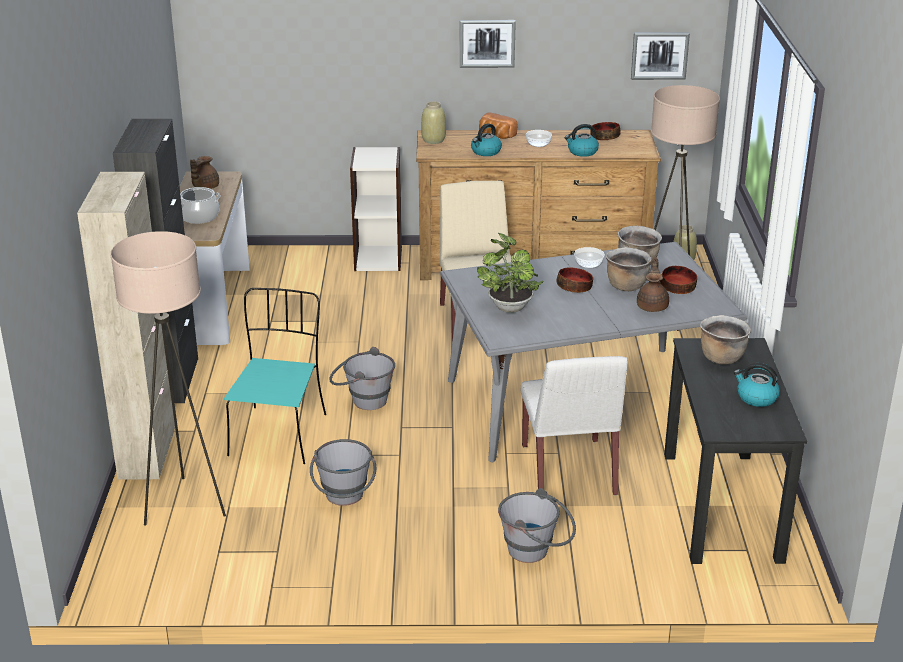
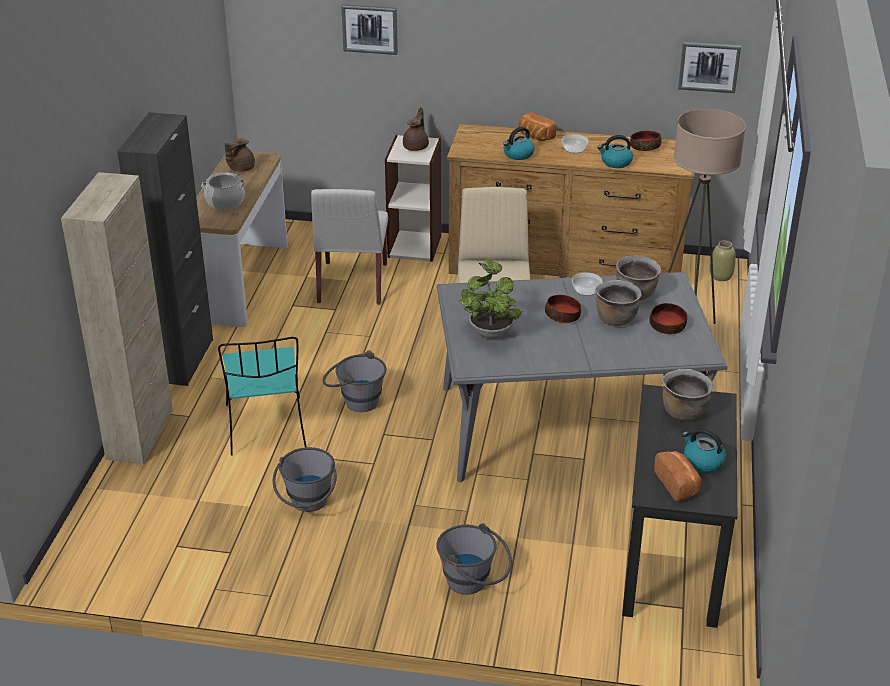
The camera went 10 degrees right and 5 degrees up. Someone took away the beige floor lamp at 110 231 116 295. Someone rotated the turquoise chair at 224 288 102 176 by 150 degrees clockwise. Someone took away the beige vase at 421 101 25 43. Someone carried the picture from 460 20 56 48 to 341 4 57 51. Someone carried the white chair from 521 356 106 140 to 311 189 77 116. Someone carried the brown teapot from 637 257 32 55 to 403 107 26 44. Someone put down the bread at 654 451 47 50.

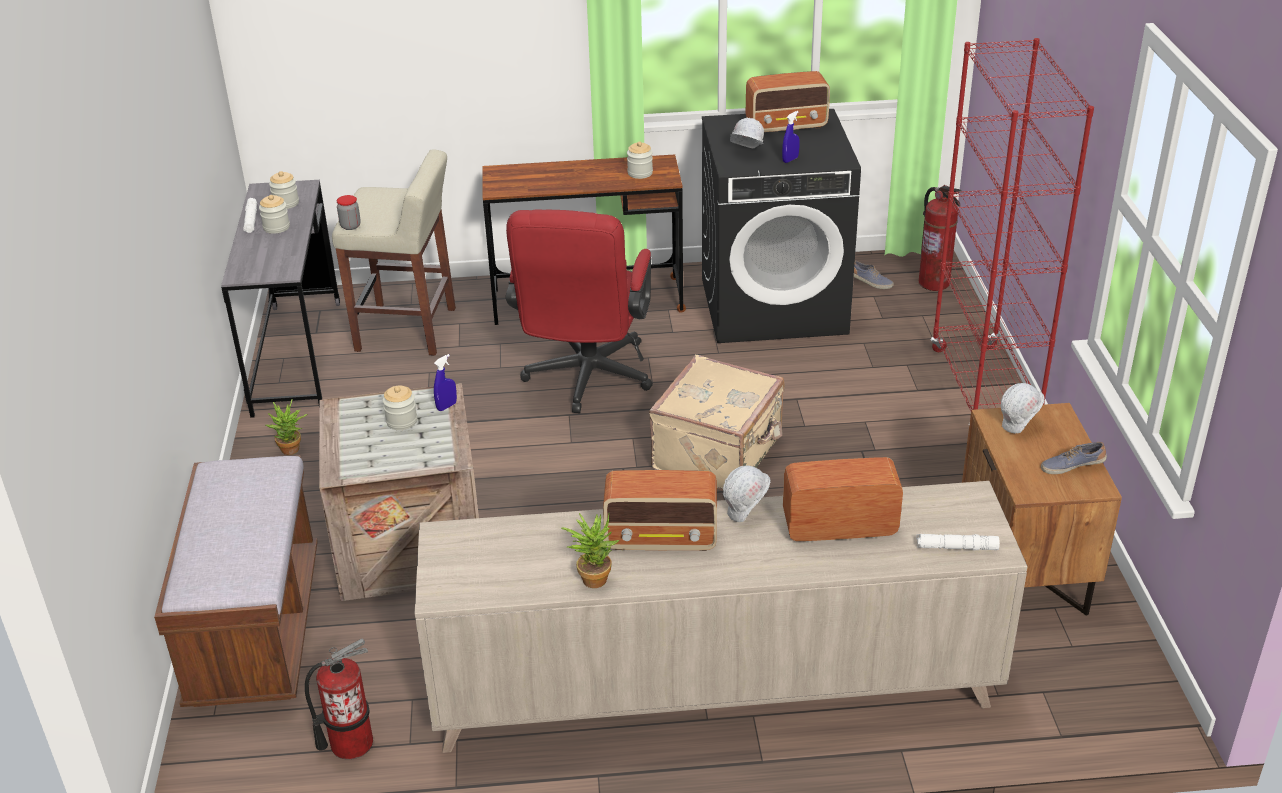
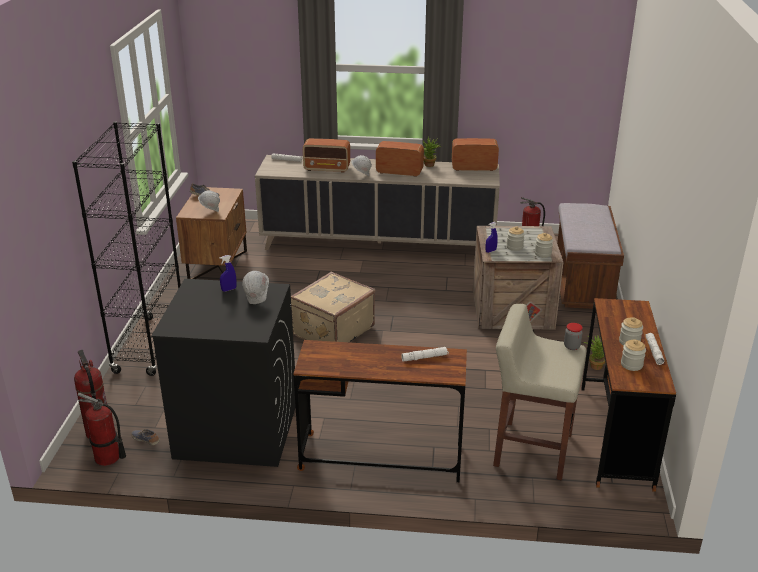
The camera went 170 degrees left and 5 degrees down. Someone repainted the grey desk at 221 180 119 238, which became the brown desk at 581 298 95 194. Someone took away the red office chair at 506 210 147 203. Someone carried the jar from 627 141 26 38 to 535 233 18 24. Someone carried the radio from 746 71 84 61 to 452 138 47 33. Someone repainted the red bookcase at 930 38 164 386, which became the black bookcase at 72 121 109 255. Someone put down the fire extinguisher at 78 393 48 73. Someone put down the white flashlight at 401 347 48 15.

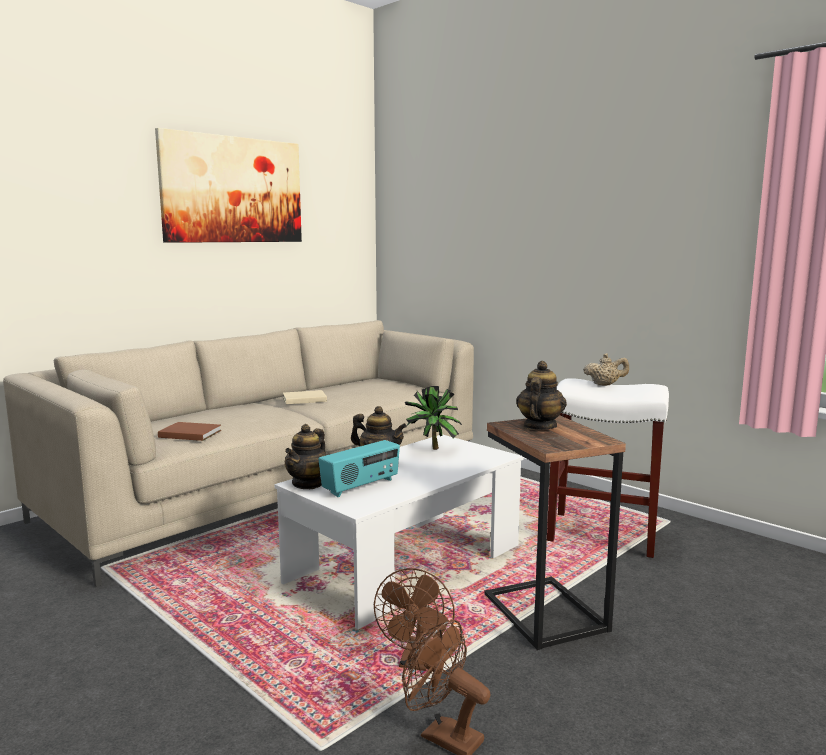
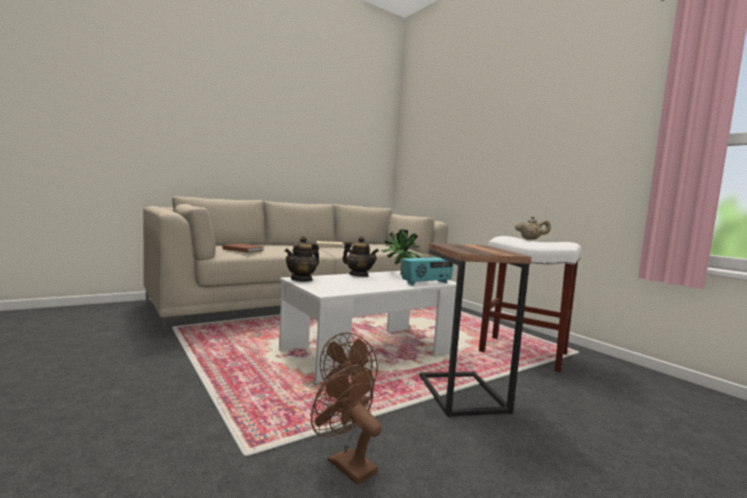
The camera went 10 degrees right and 5 degrees down. Someone took away the picture at 155 128 147 115. Someone carried the radio from 318 440 82 57 to 402 257 52 29. Someone took away the teapot at 516 361 51 69.

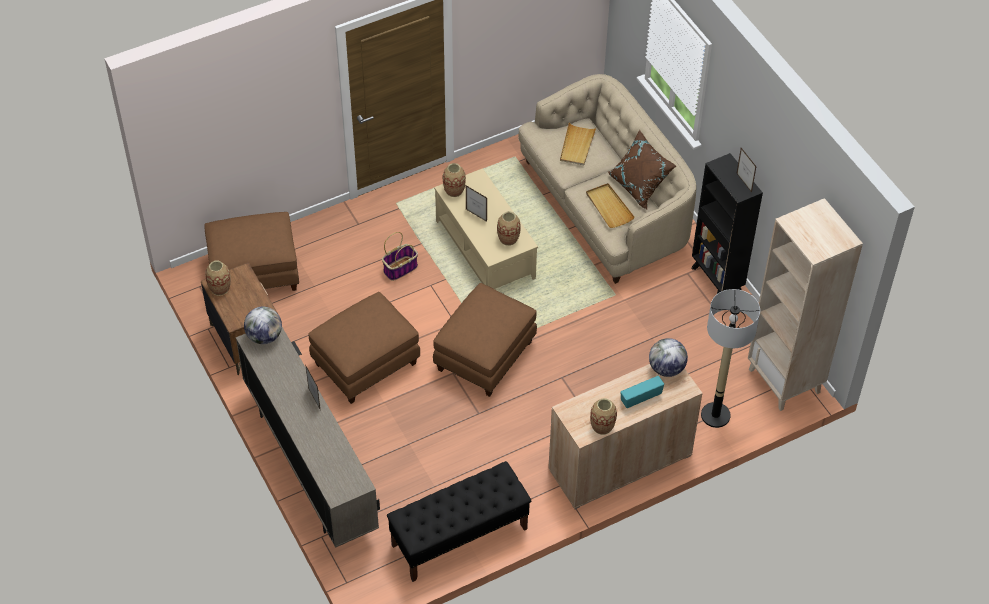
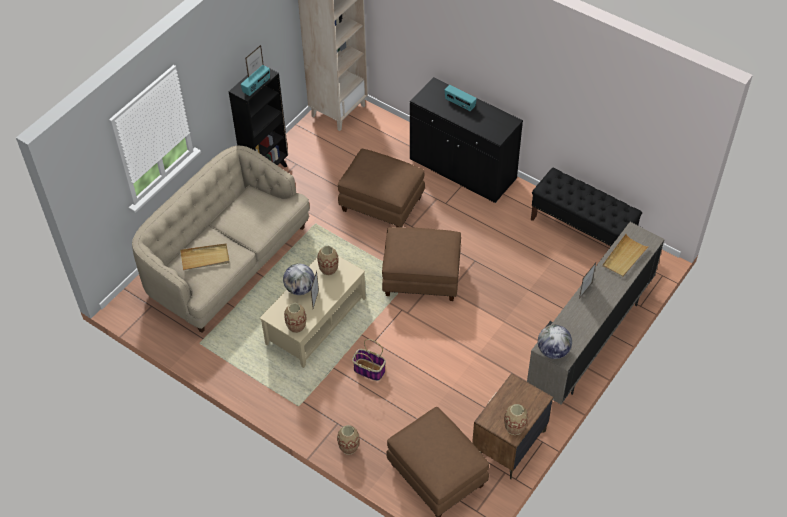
The camera went 115 degrees left and 0 degrees up. Someone carried the brown ottoman from 308 292 112 112 to 338 149 87 78. Someone repainted the beige cabinet at 548 364 155 145, which became the black cabinet at 410 77 113 126. Someone carried the beige tray from 586 183 49 45 to 602 234 47 44. Someone carried the vase from 590 398 27 37 to 337 425 23 29. Someone took away the brown pillow at 608 129 68 80. Someone carried the globe from 649 338 39 39 to 283 264 32 31. Someone took away the floor lamp at 701 289 59 139. Someone put down the radio at 241 65 29 31.

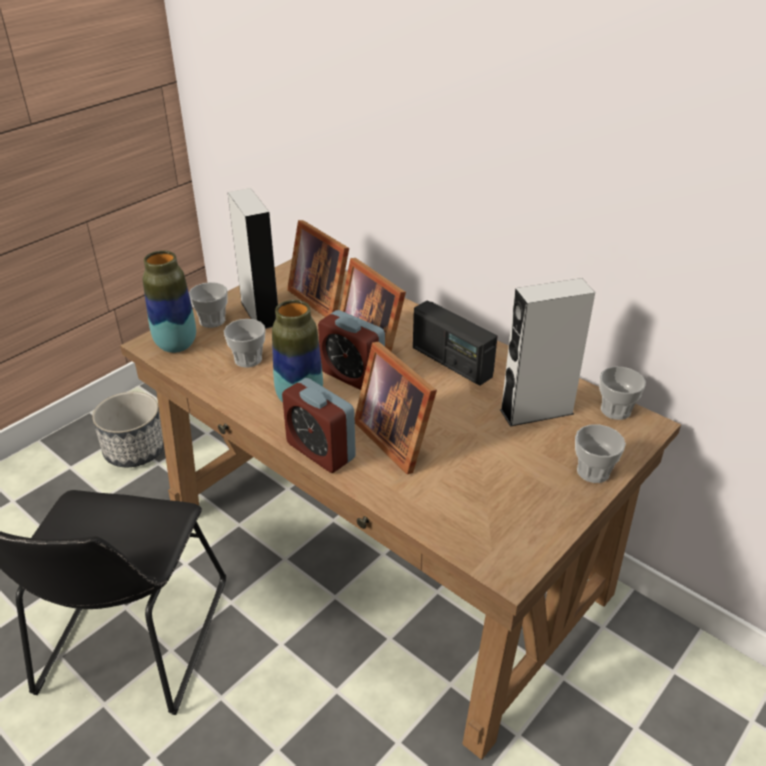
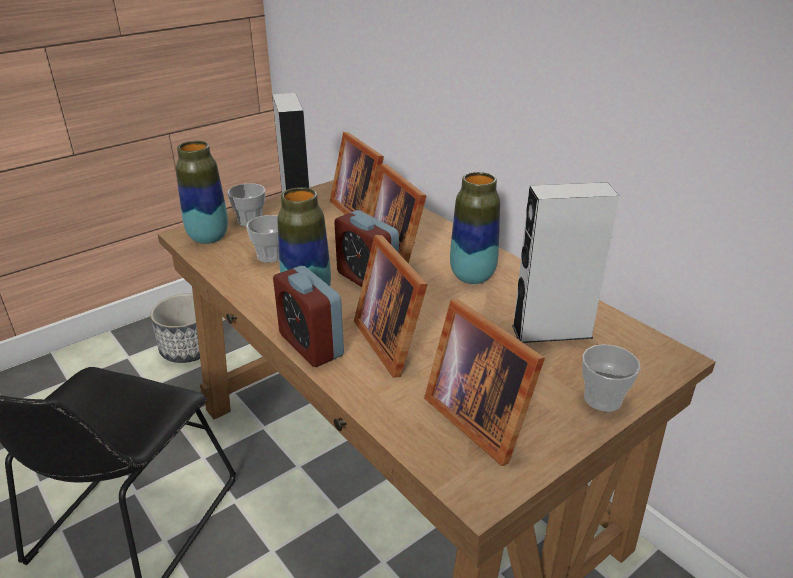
The camera went 10 degrees right and 5 degrees down. Someone swapped the radio at 413 300 84 86 for the vase at 450 172 50 112. Someone took away the cup at 599 367 47 53. Someone put down the picture frame at 424 299 121 167.

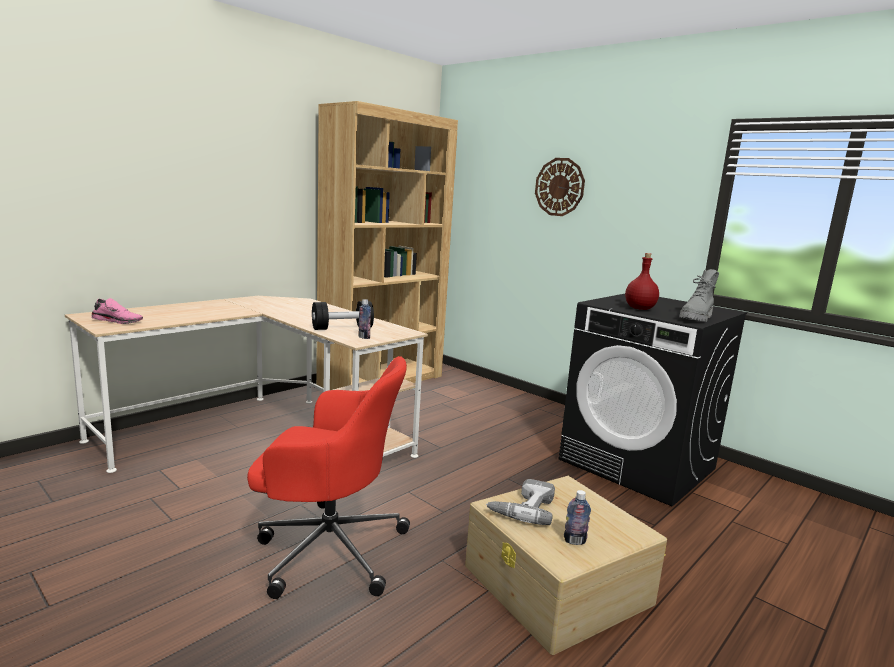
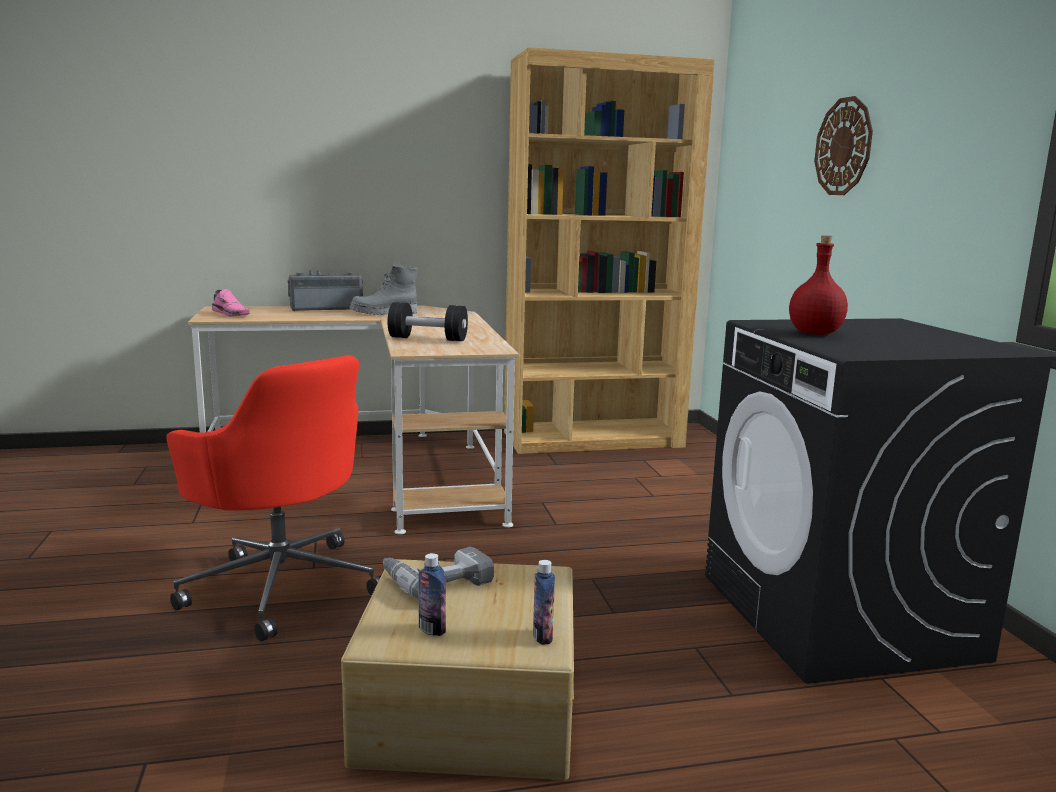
The camera went 35 degrees right and 0 degrees up. Someone carried the bottle from 358 299 13 40 to 533 560 22 85. Someone carried the grey boot from 679 269 40 53 to 349 264 69 51. Someone put down the radio at 288 270 75 41.

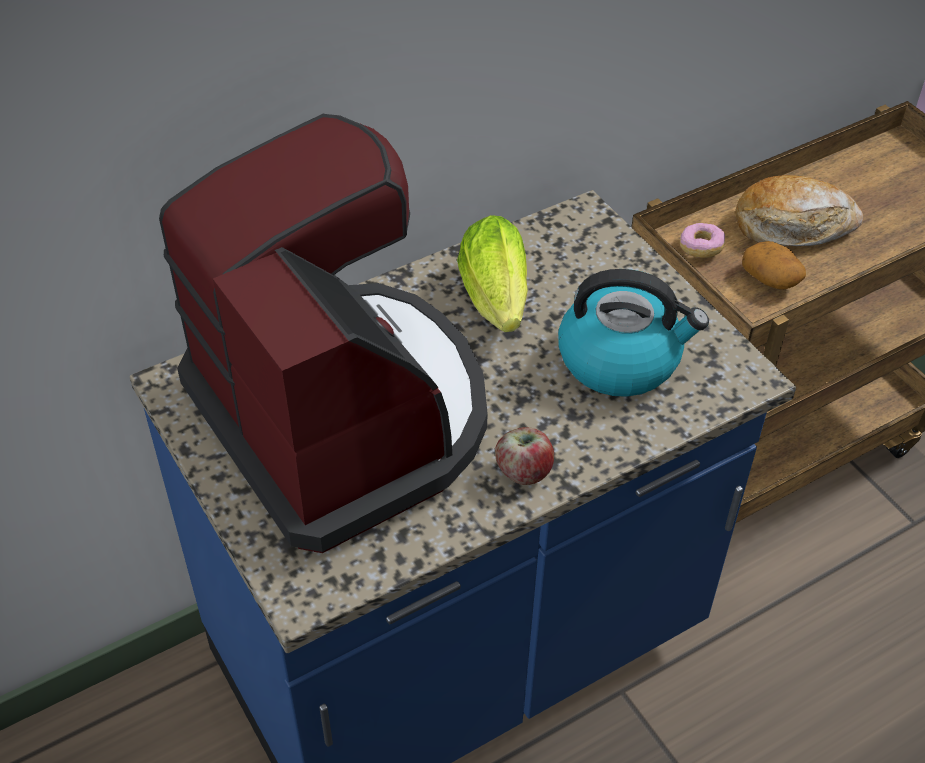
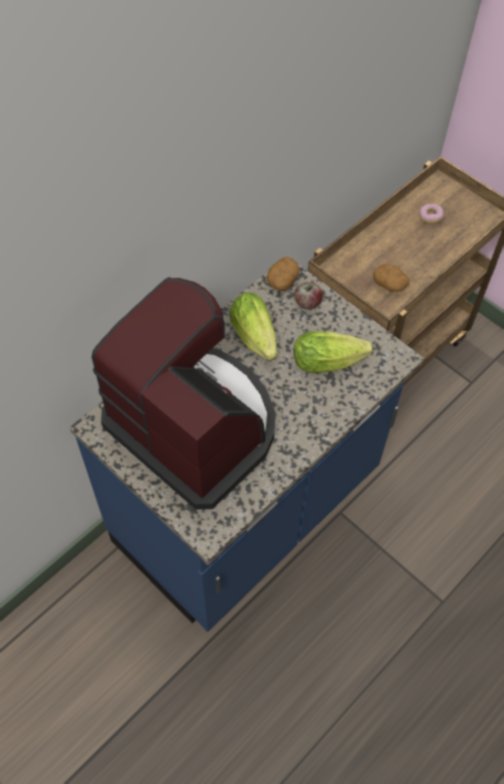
The camera went 15 degrees left and 10 degrees up. Someone carried the apple from 495 427 59 58 to 294 282 29 28. Someone swapped the kettle at 558 269 151 128 for the lettuce at 294 331 79 42. Someone carried the donut from 680 223 45 35 to 419 204 25 20. Someone took away the bread at 735 175 128 71. Someone put down the potato at 267 257 33 34.

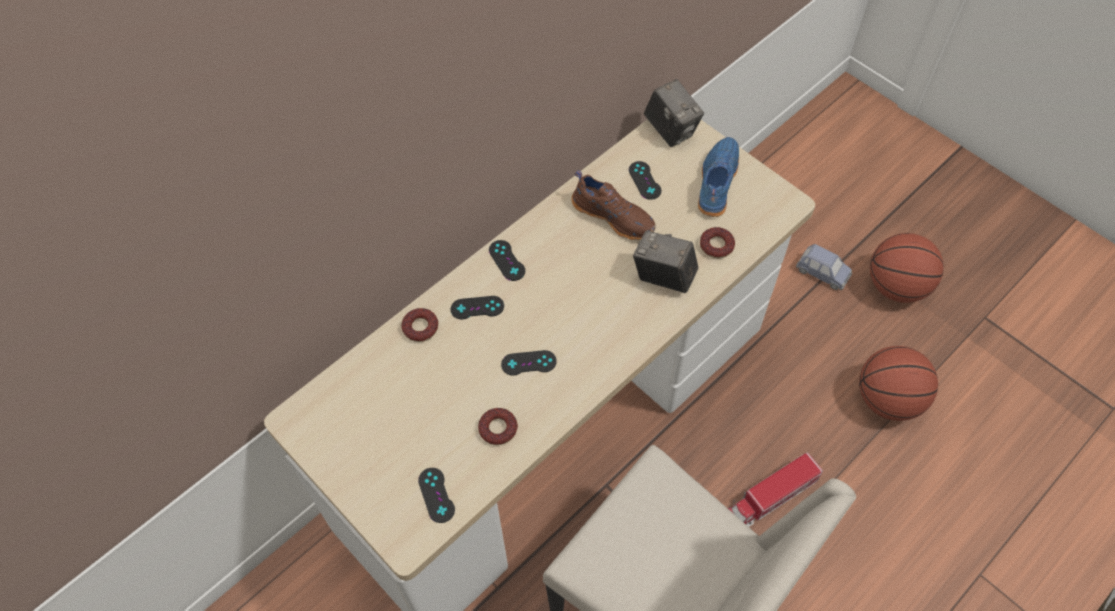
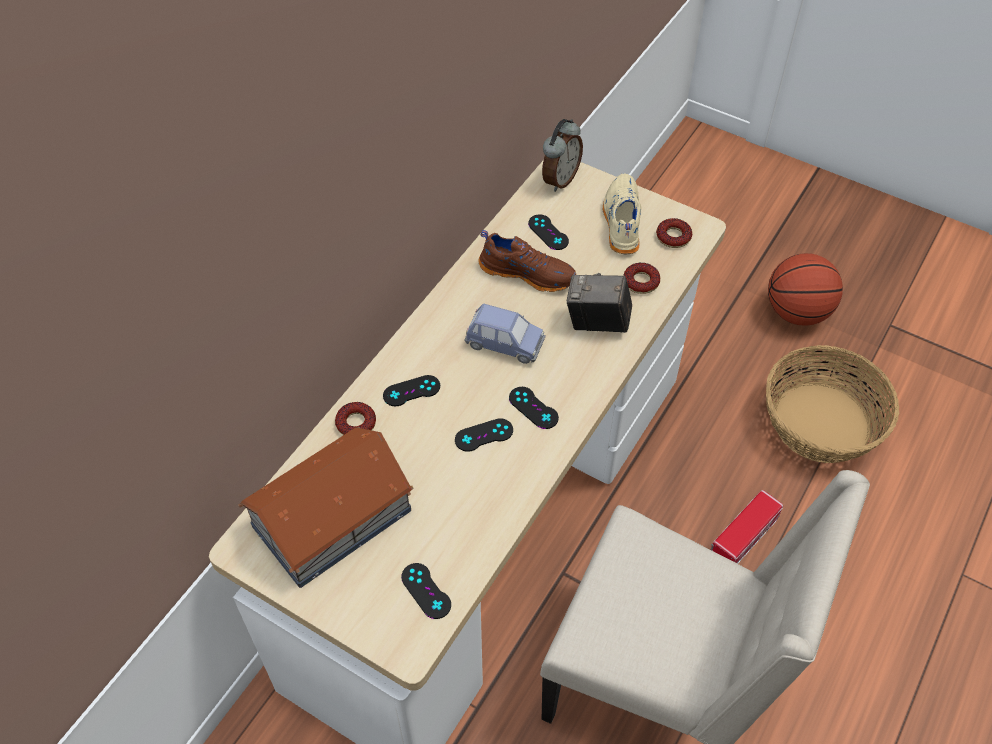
The camera went 15 degrees left and 5 degrees down. Someone carried the donut from 478 408 40 37 to 656 218 36 30. Someone carried the black game controller from 489 240 36 41 to 509 387 50 42. Someone swapped the photo camera at 644 79 60 68 for the alarm clock at 542 119 41 73. Someone repainted the blue shoe at 698 137 41 80, which became the beige shoe at 603 174 38 80. Someone carried the blue toy car from 796 244 56 46 to 464 304 82 60. Someone swapped the basketball at 859 346 79 75 for the basket at 766 345 133 118. Someone put down the toy house at 238 427 175 161.

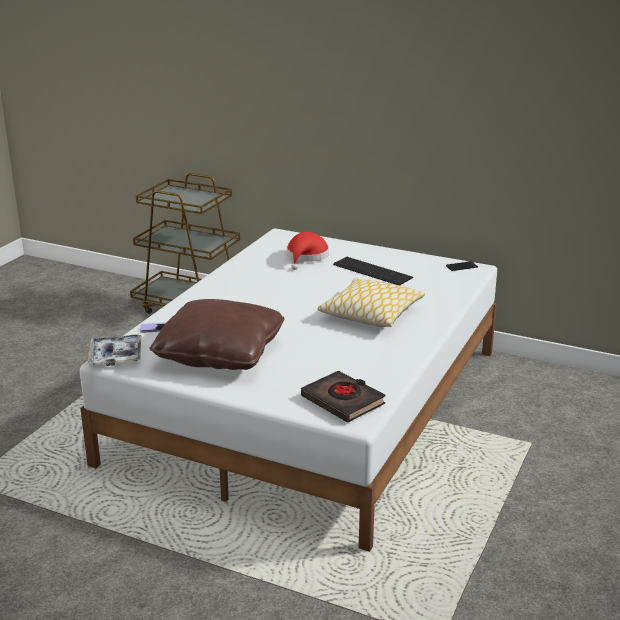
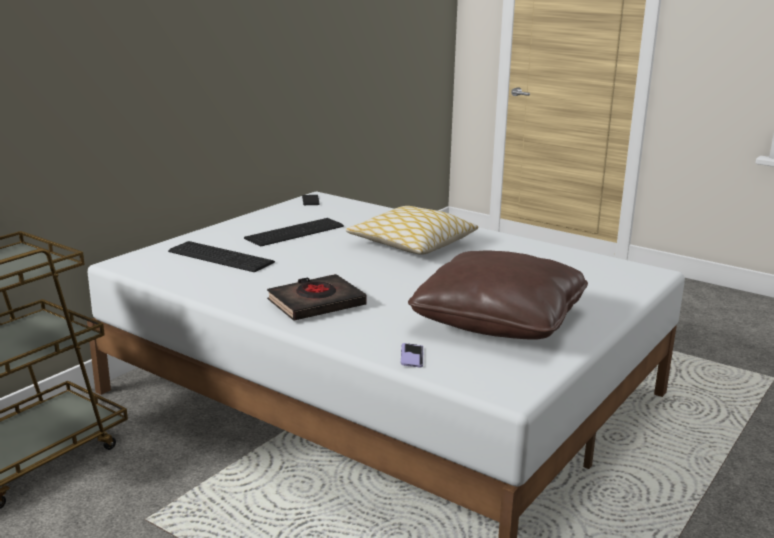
The camera went 80 degrees left and 5 degrees down. Someone took away the tray at 88 334 54 32. Someone swapped the red hat at 287 232 42 38 for the keyboard at 168 241 107 32. Someone carried the black book from 301 371 85 52 to 267 274 100 47.

